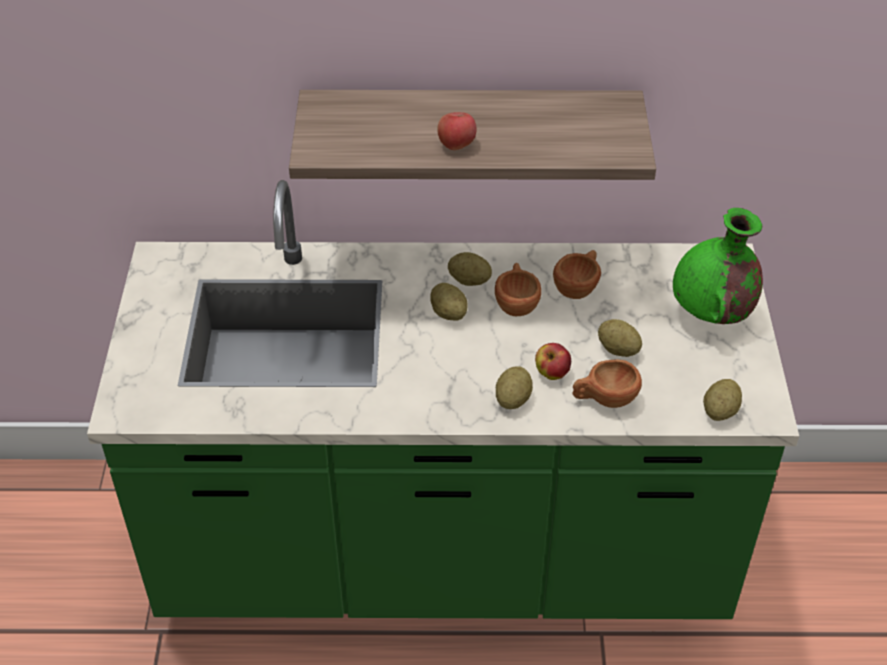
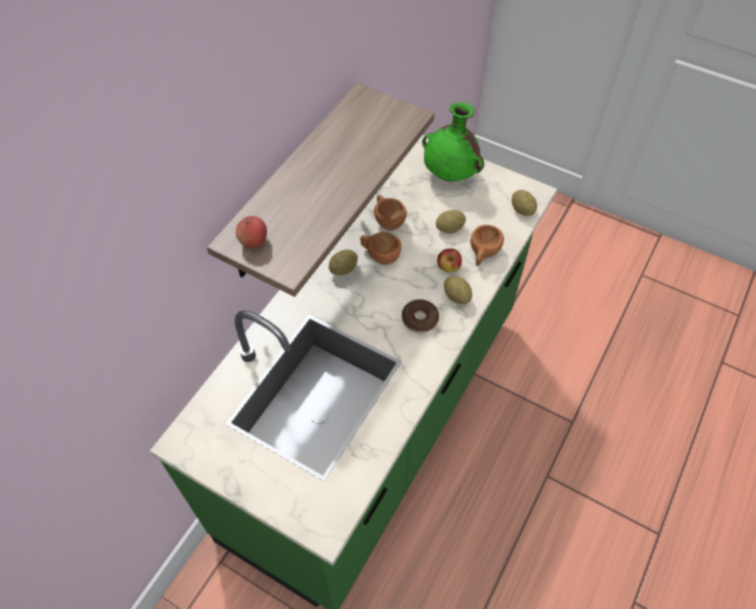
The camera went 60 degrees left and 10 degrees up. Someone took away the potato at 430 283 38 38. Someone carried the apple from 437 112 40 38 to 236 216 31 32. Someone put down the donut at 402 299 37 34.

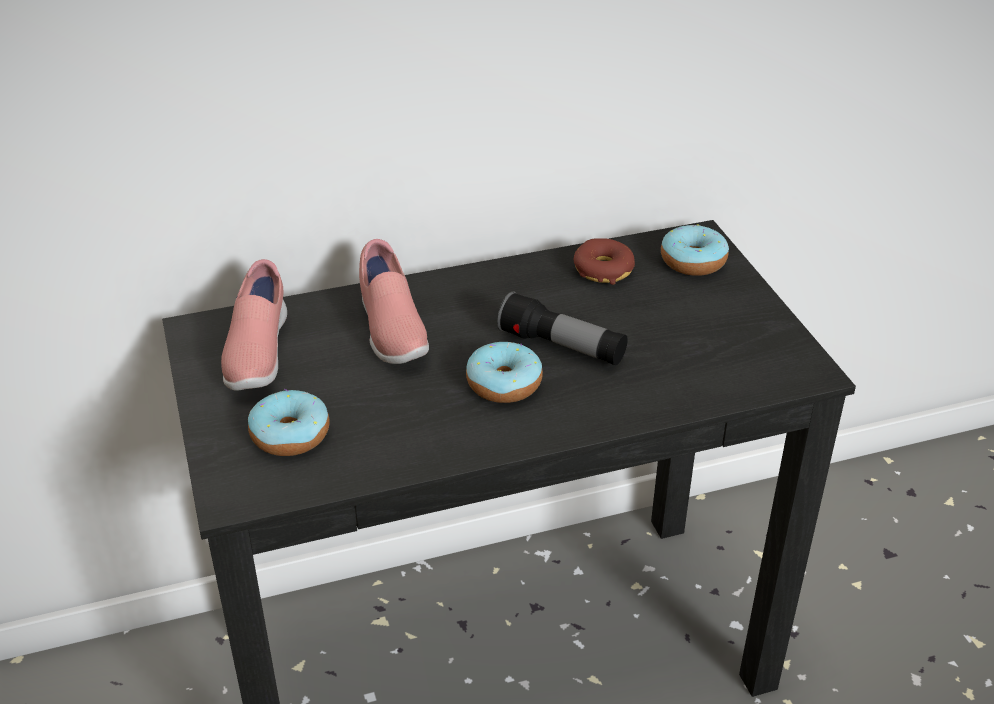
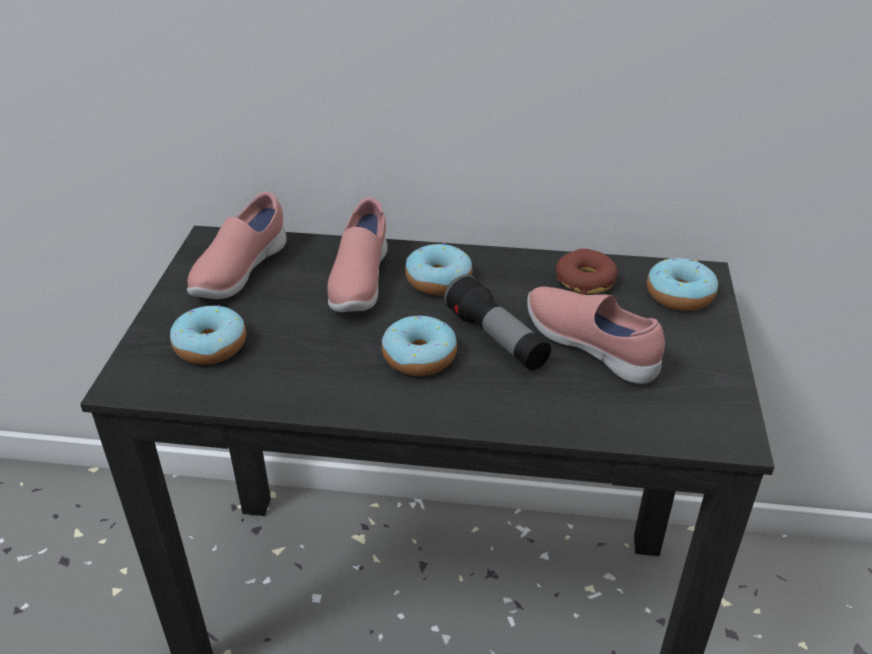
The camera went 25 degrees right and 0 degrees up. Someone put down the donut at 405 243 68 52. Someone put down the pink shoe at 527 286 138 98.

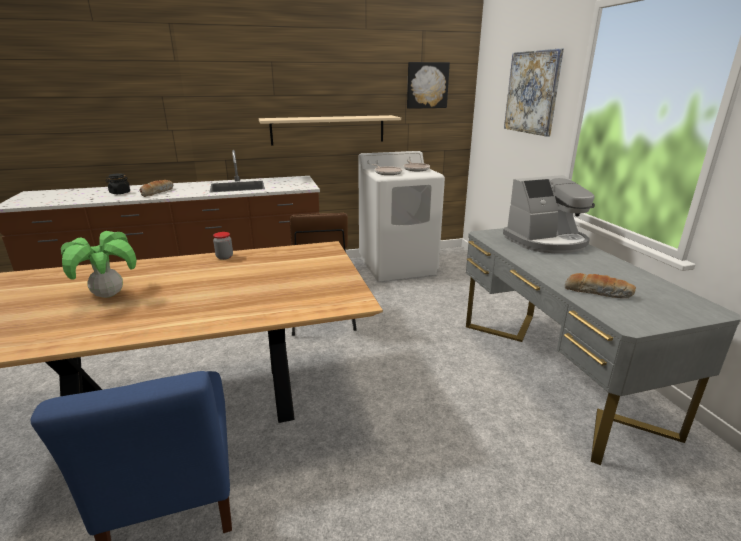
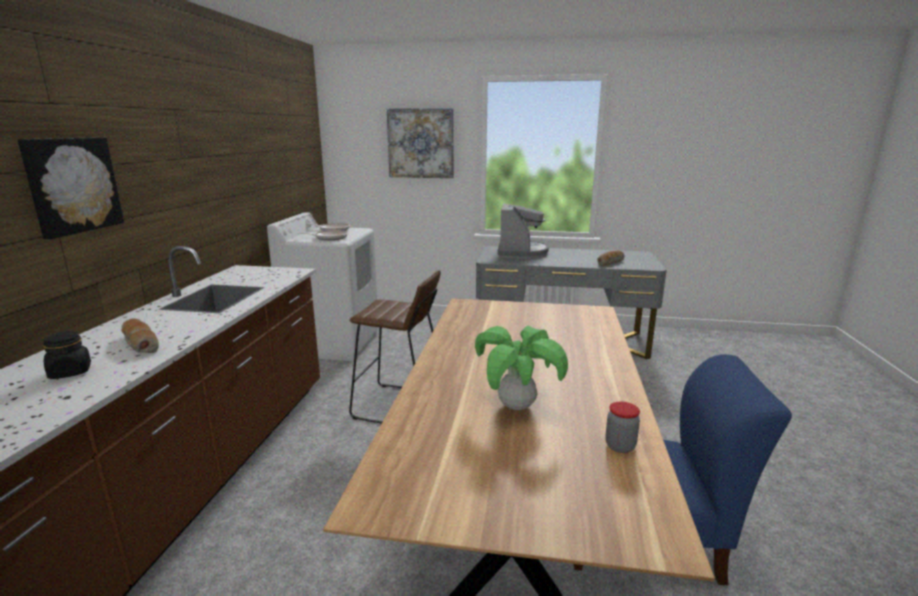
The camera went 65 degrees left and 5 degrees down. Someone carried the jar from 213 232 20 28 to 605 401 35 52. Someone took away the beige shelf at 259 115 142 31. Someone carried the picture from 407 62 43 47 to 18 137 106 102.

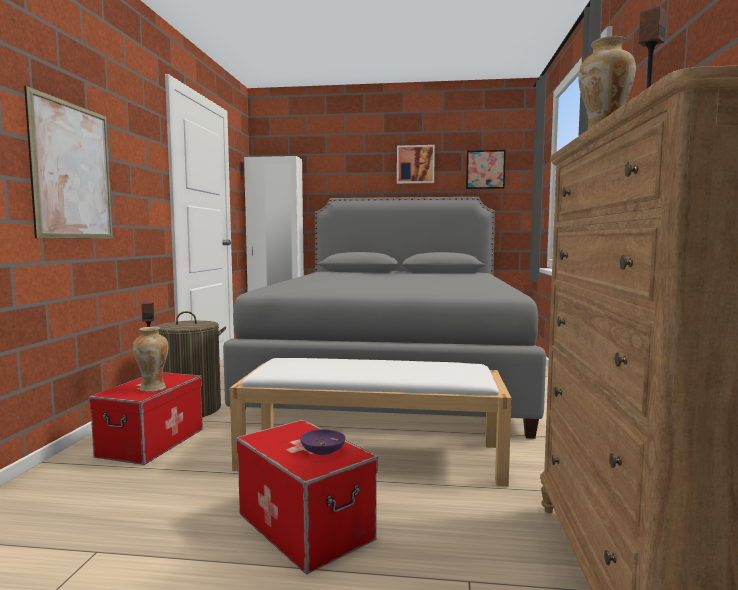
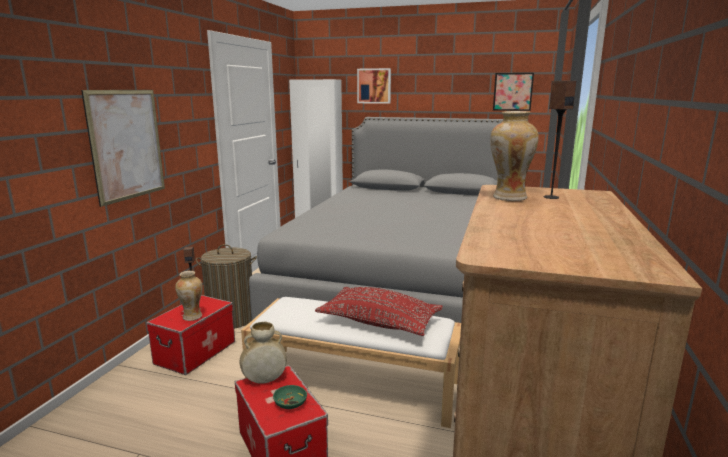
The camera went 10 degrees right and 10 degrees up. Someone repainted the purple bowl at 300 429 45 26, which became the green bowl at 273 385 34 24. Someone carried the picture from 397 145 38 39 to 357 68 34 36. Someone put down the beige vase at 240 322 47 62. Someone put down the red pillow at 315 287 128 49.

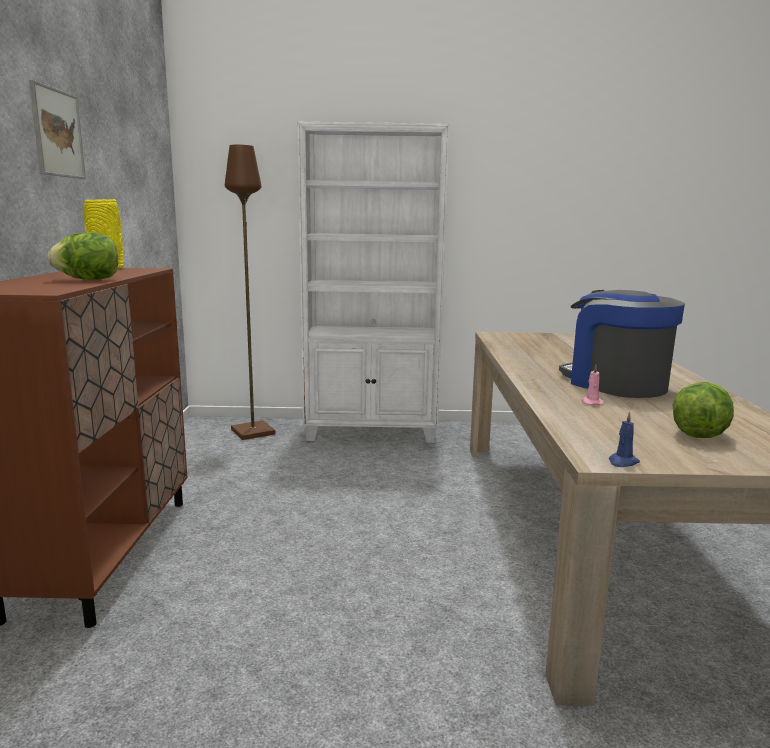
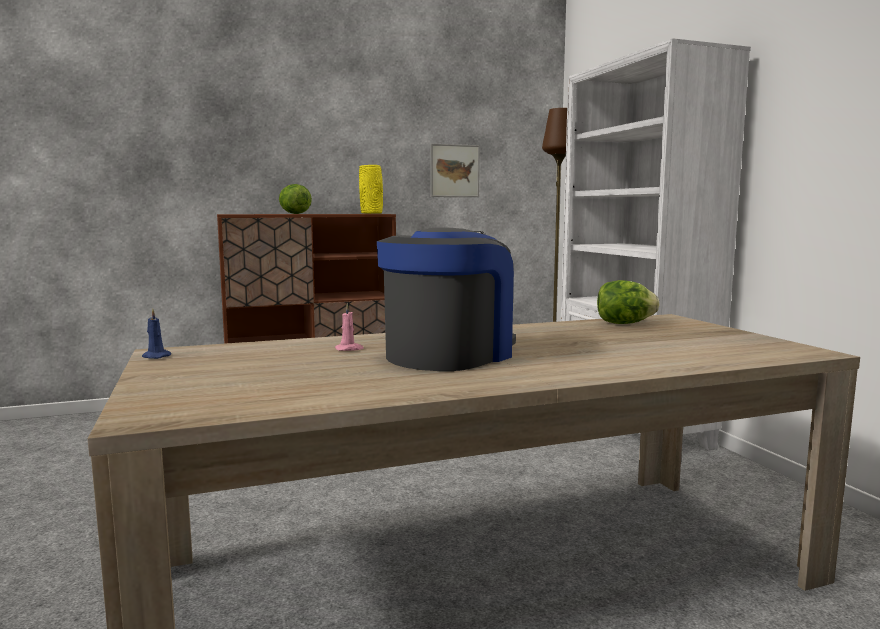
The camera went 70 degrees right and 5 degrees down. Someone carried the picture from 29 80 57 99 to 430 144 50 53. Someone carried the lettuce from 673 382 61 56 to 597 280 63 44.

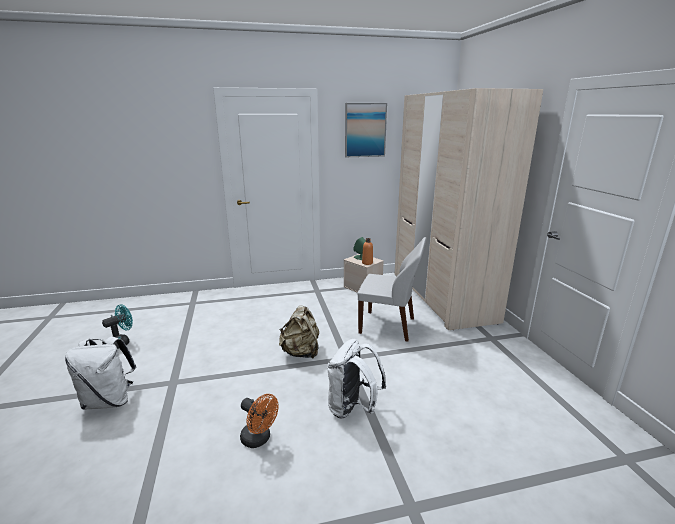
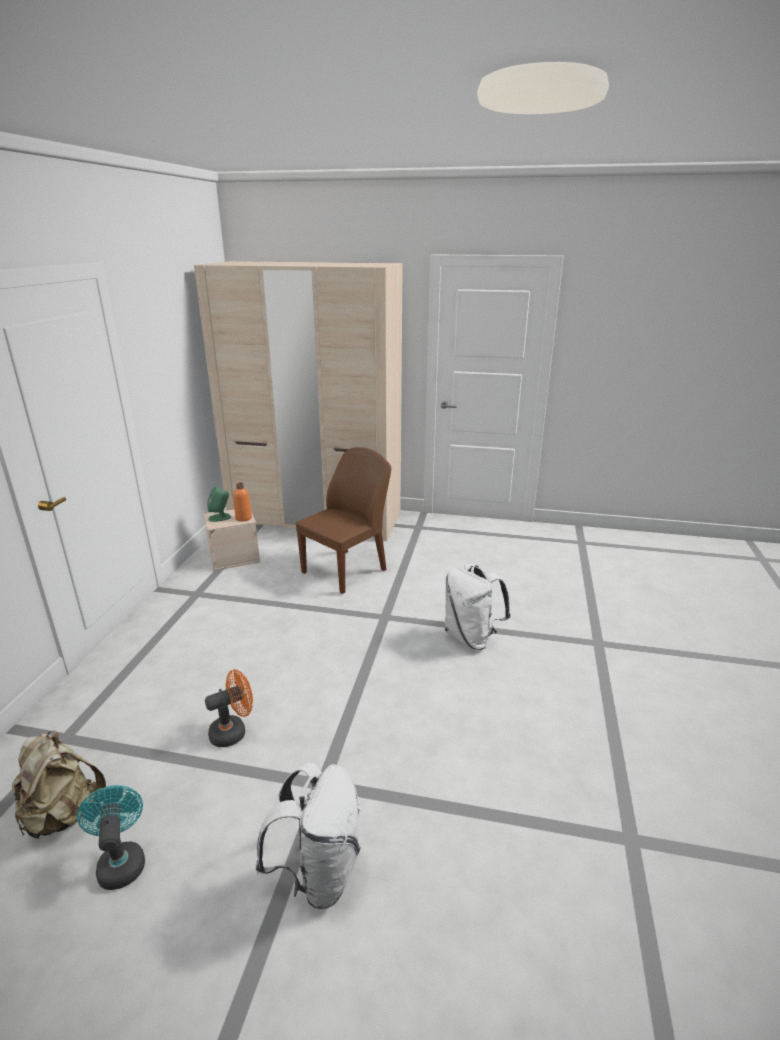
The camera went 65 degrees left and 5 degrees up. Someone carried the orange fan from 240 394 39 54 to 205 669 48 78. Someone carried the beige backpack from 279 305 40 53 to 12 731 94 108. Someone took away the picture at 345 103 42 54. Someone repainted the white chair at 358 237 68 105, which became the brown chair at 296 447 95 147.

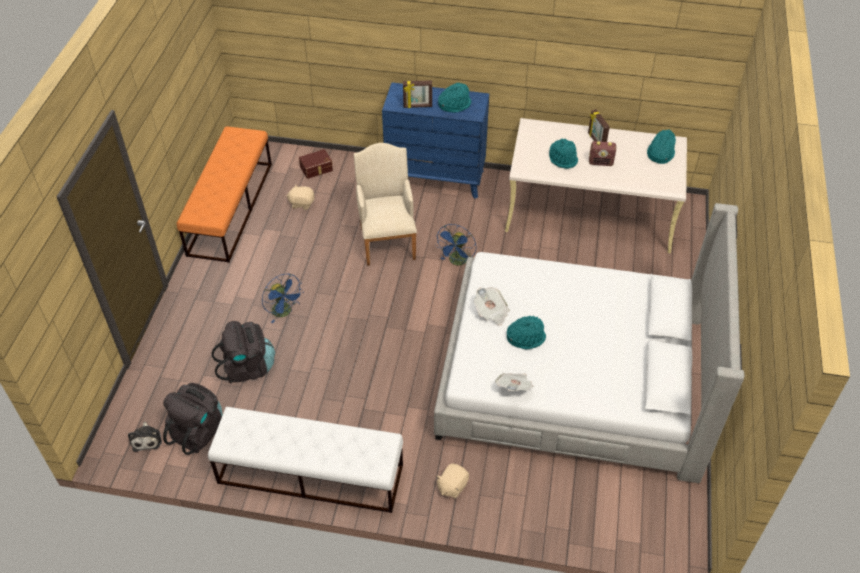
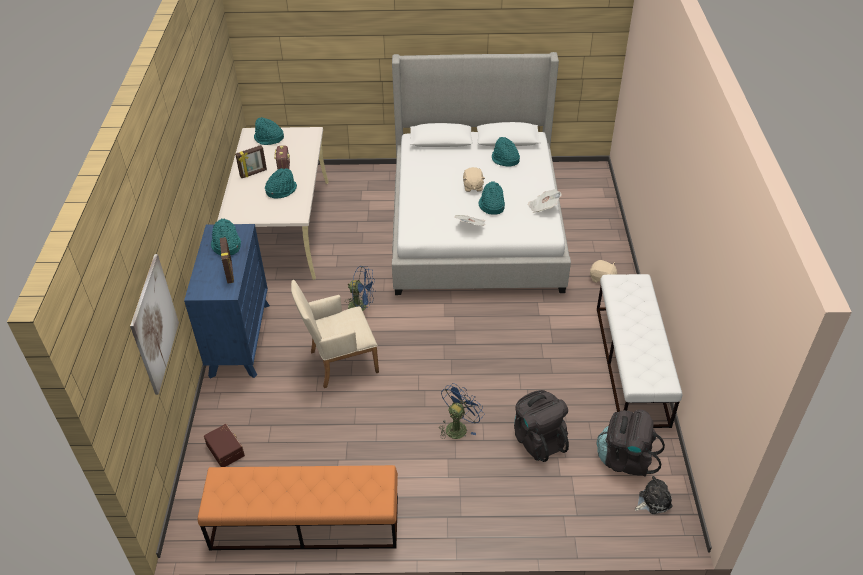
The camera went 100 degrees left and 5 degrees down. Someone carried the beige plush toy from 287 185 28 25 to 463 167 22 25. Someone put up the picture at 130 254 49 141. Someone put down the turquoise hat at 492 137 28 30.

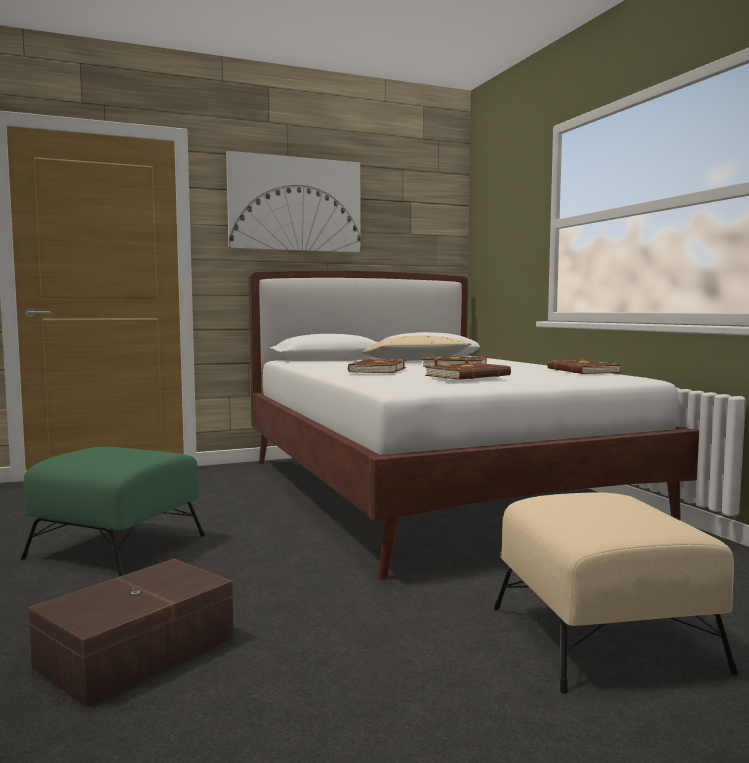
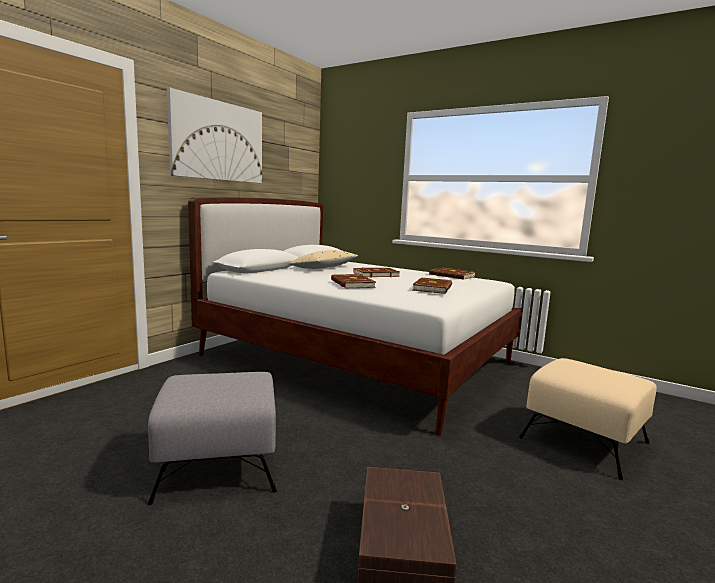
The camera went 35 degrees left and 5 degrees up. Someone repainted the green ottoman at 21 447 184 130, which became the grey ottoman at 148 372 129 133.

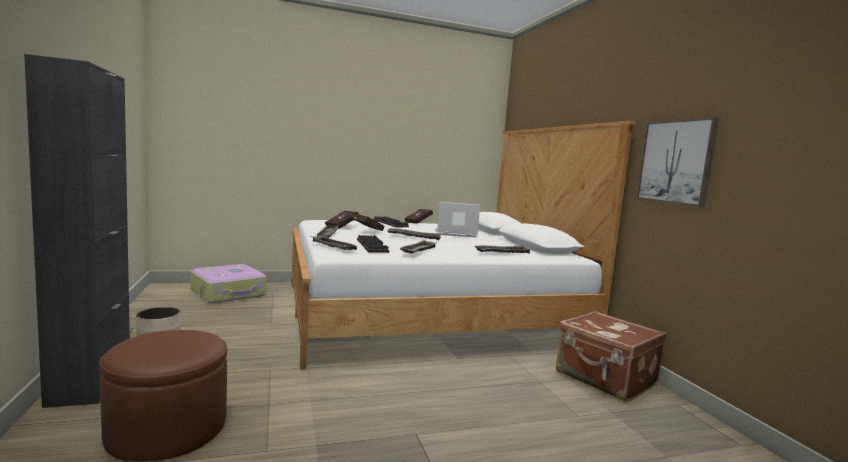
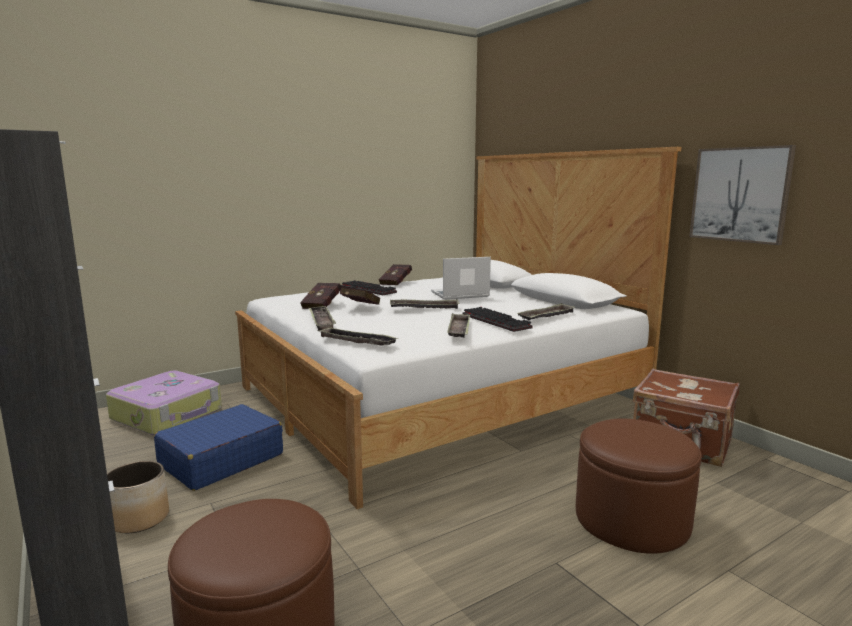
The camera went 15 degrees left and 5 degrees up. Someone carried the keyboard from 357 235 32 18 to 463 307 70 25. Someone put down the blue suitcase at 154 404 129 87. Someone put down the brown ottoman at 576 418 126 136.

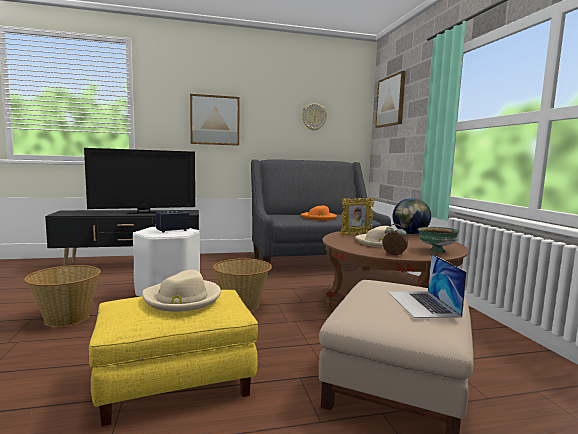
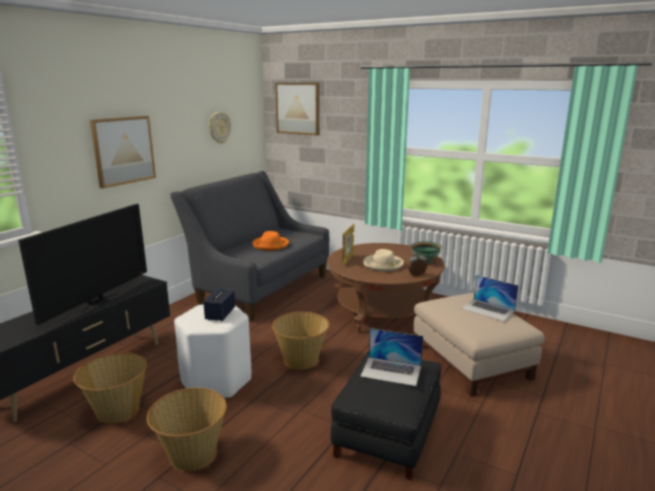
The camera went 45 degrees left and 10 degrees up. Someone repainted the yellow ottoman at 89 290 169 136, which became the black ottoman at 330 351 111 129. Someone swapped the beige hat at 142 270 79 42 for the laptop at 360 328 63 58. Someone took away the globe at 393 198 38 37. Someone put down the basket at 73 353 74 71.

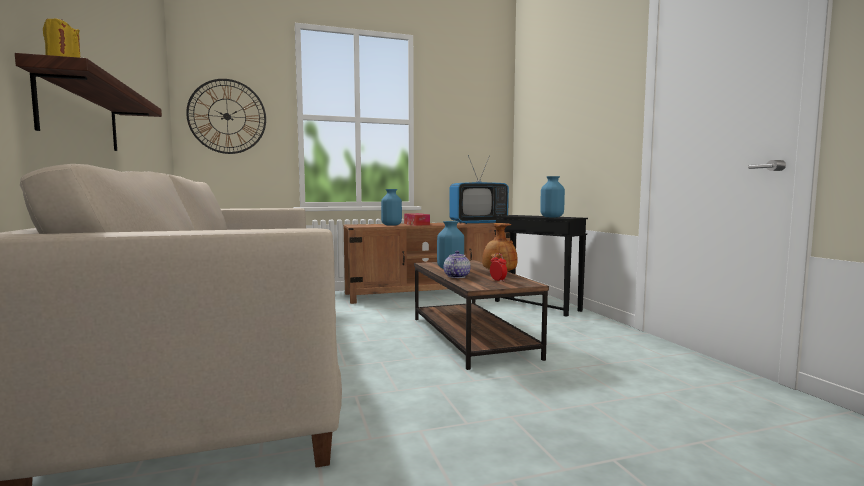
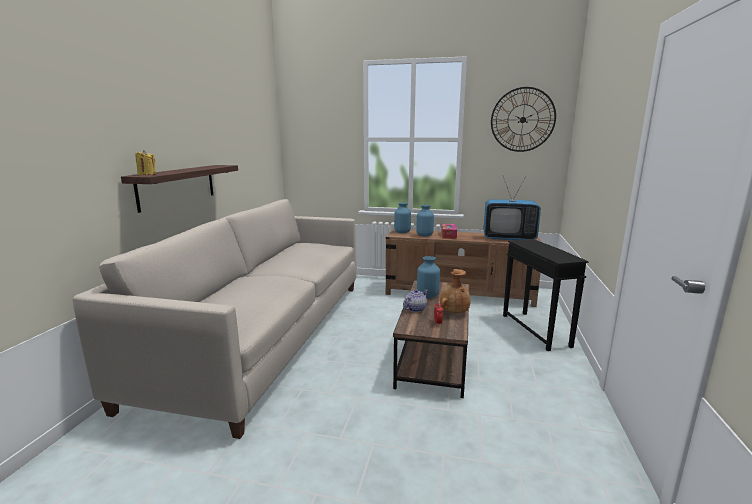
The camera went 30 degrees right and 10 degrees up. Someone carried the wall clock from 186 79 80 75 to 491 87 65 65. Someone carried the blue vase from 540 176 25 41 to 394 203 17 30.

